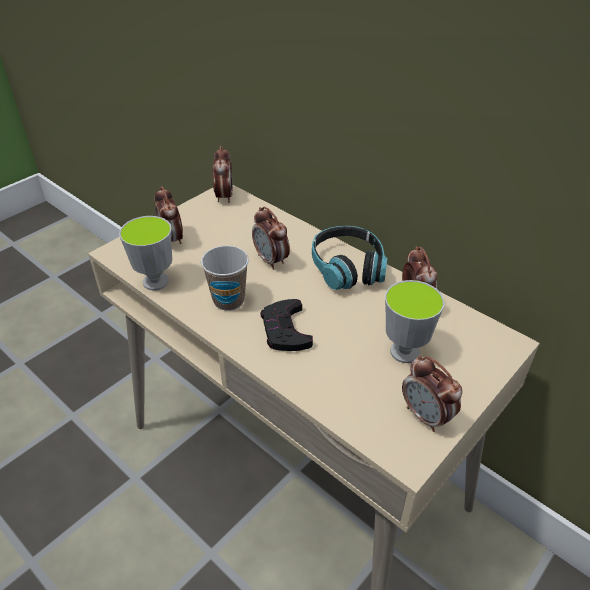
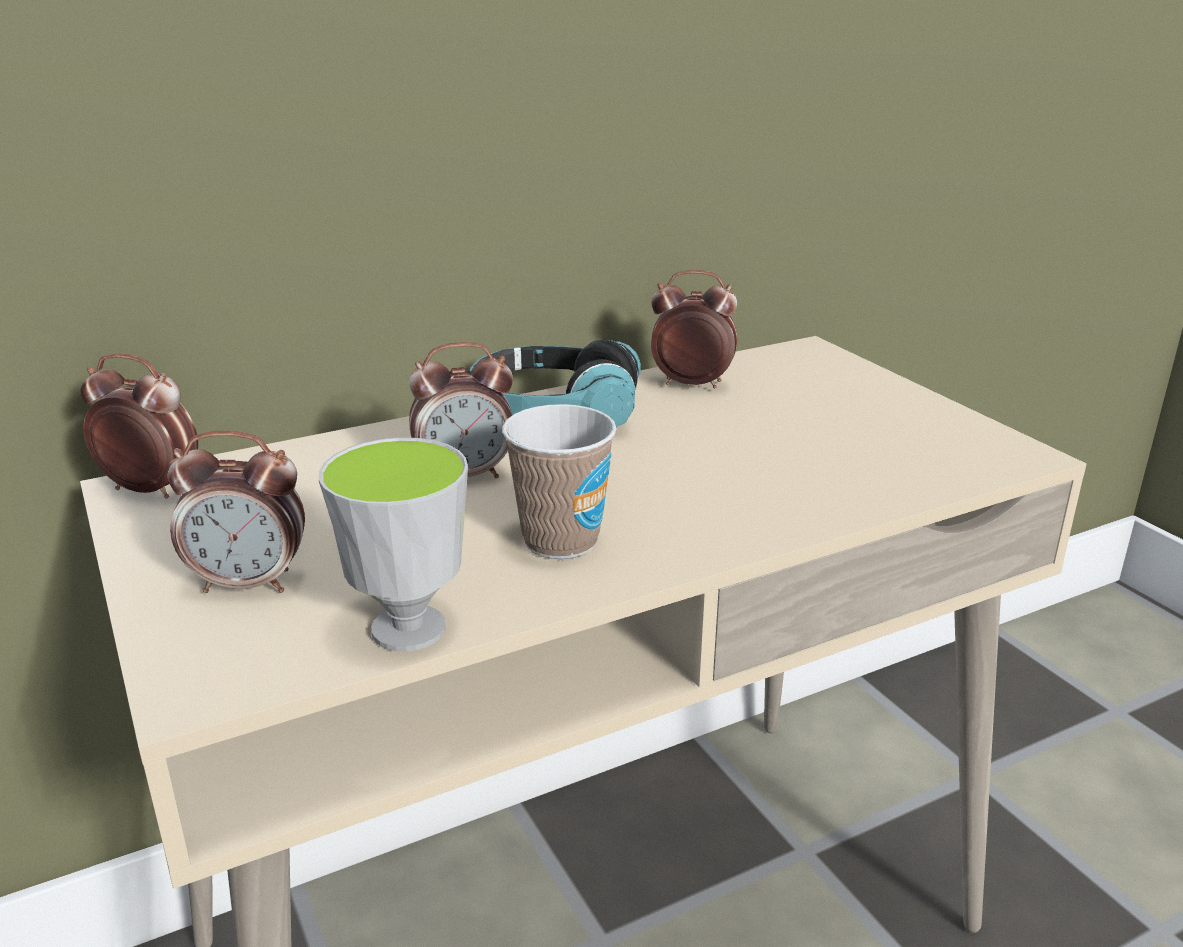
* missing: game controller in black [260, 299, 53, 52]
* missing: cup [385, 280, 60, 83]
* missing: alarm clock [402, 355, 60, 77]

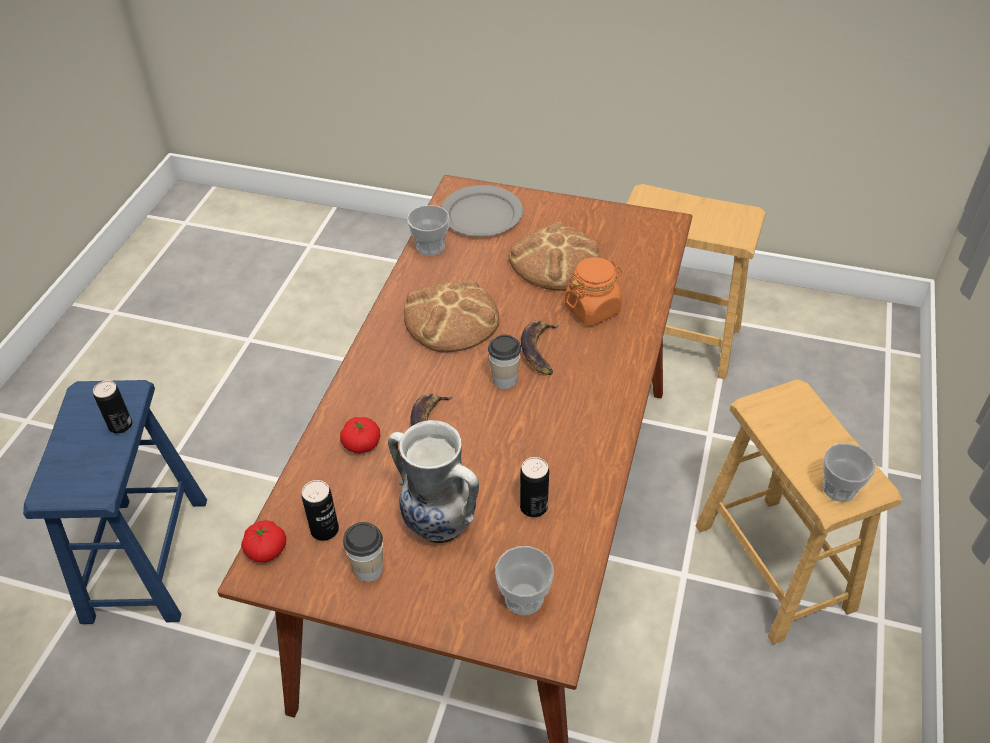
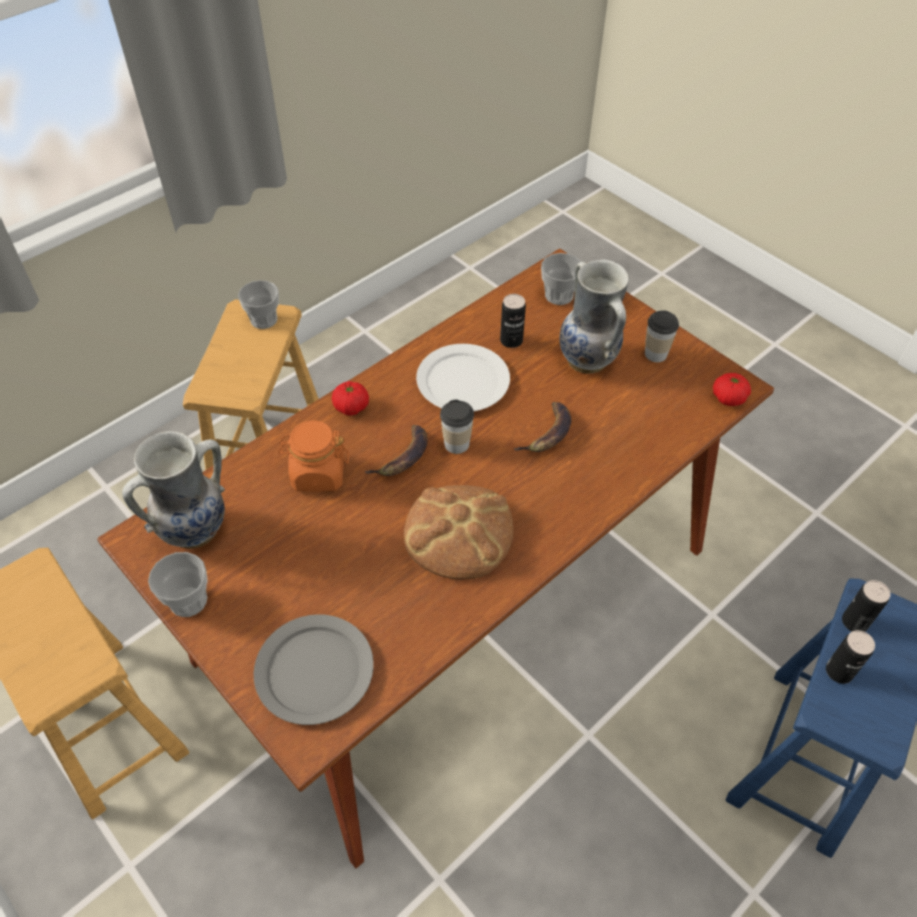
* missing: bread [508, 221, 92, 70]
* appeared: vase [122, 431, 103, 118]
* appeared: plate in white [416, 344, 94, 67]
* relocated: can [302, 480, 37, 61] to [842, 580, 48, 52]
* relocated: tomato [340, 417, 40, 37] to [332, 381, 37, 35]
* relocated: cup [407, 205, 43, 51] to [148, 552, 60, 65]

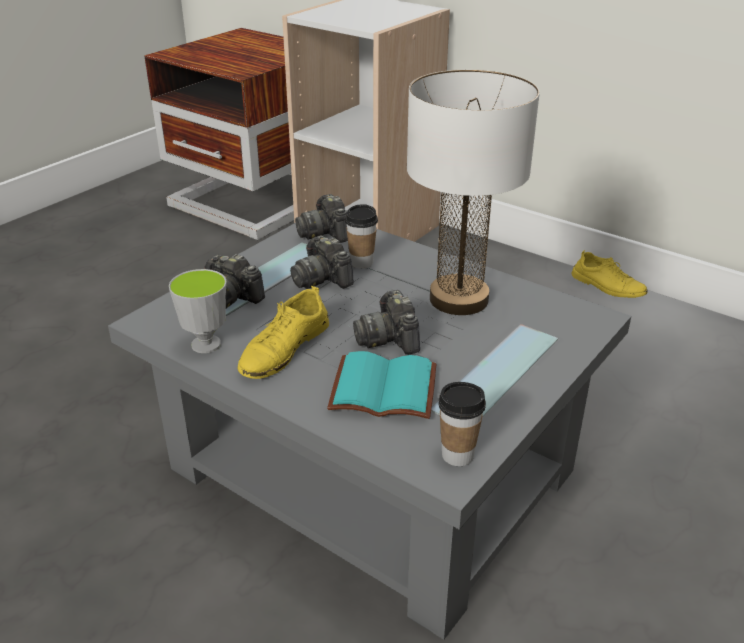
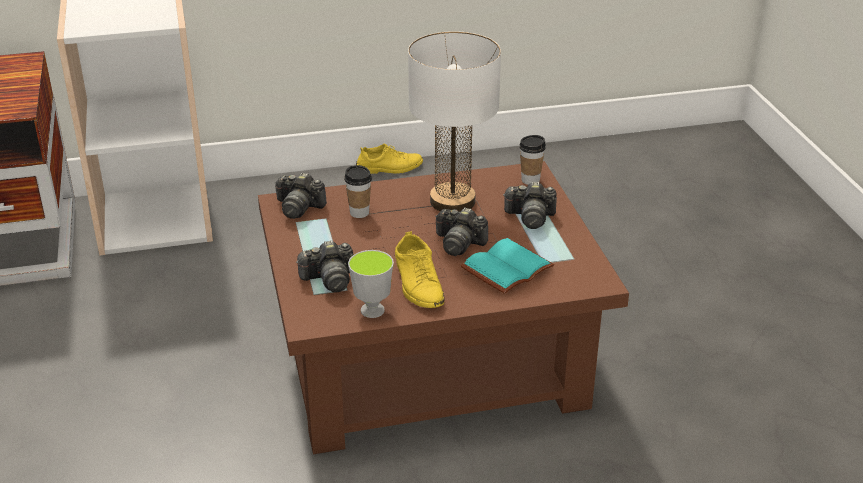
* relocated: photo camera [290, 235, 64, 54] to [503, 182, 54, 47]
* relocated: cup [438, 382, 48, 84] to [519, 135, 27, 50]
* colour: coffee table in grey [108, 223, 523, 417] to coffee table in brown [258, 161, 371, 293]

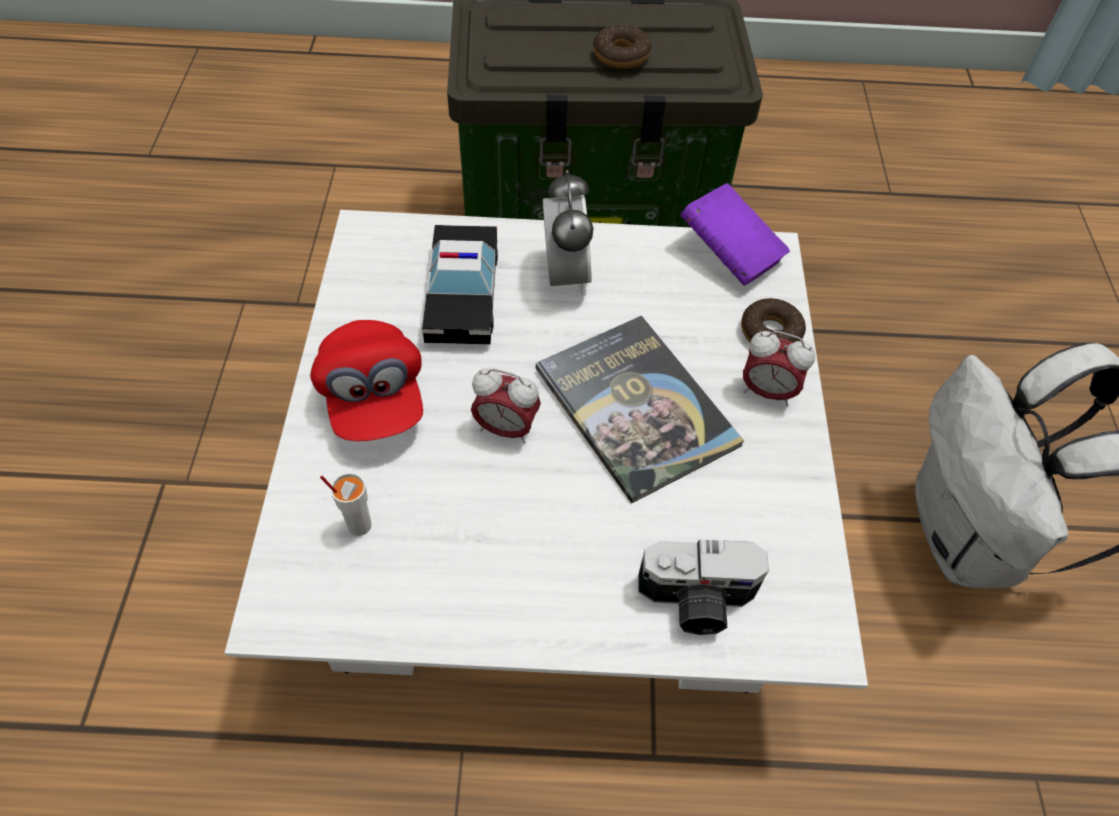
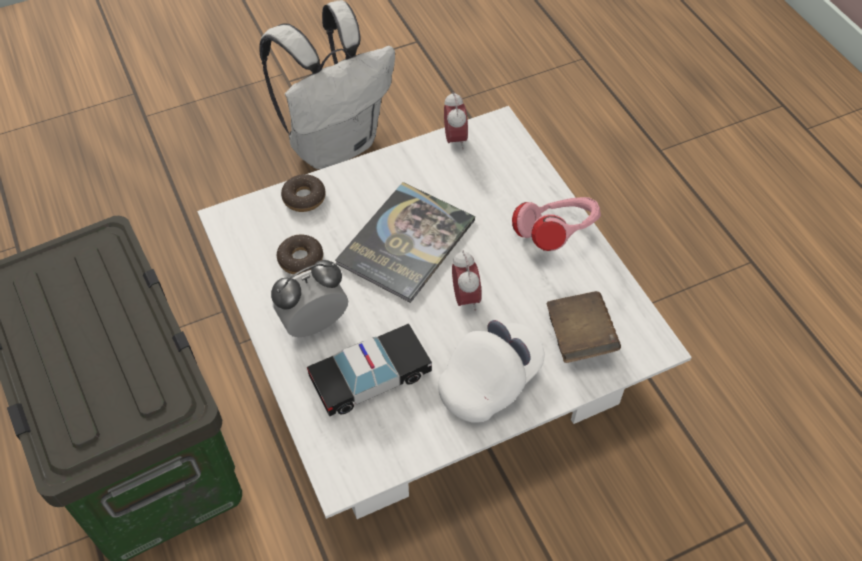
* missing: photo camera [638, 539, 131, 96]
* missing: book in purple [680, 183, 110, 103]
* appeared: headphones in pink [512, 197, 89, 54]
* relocated: donut [593, 24, 58, 45] to [277, 234, 46, 41]
* relocated: alarm clock [743, 331, 72, 75] to [444, 92, 24, 57]
* exchanged: cup in white [320, 473, 52, 63] to book in brown [546, 291, 75, 72]
* colour: cap in red [310, 320, 113, 121] to cap in white [438, 320, 106, 103]

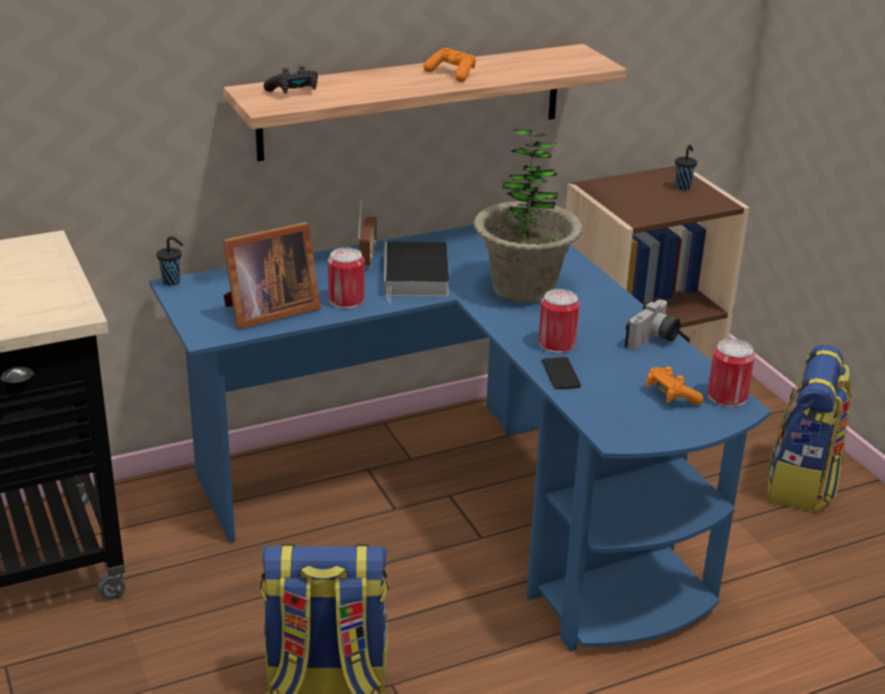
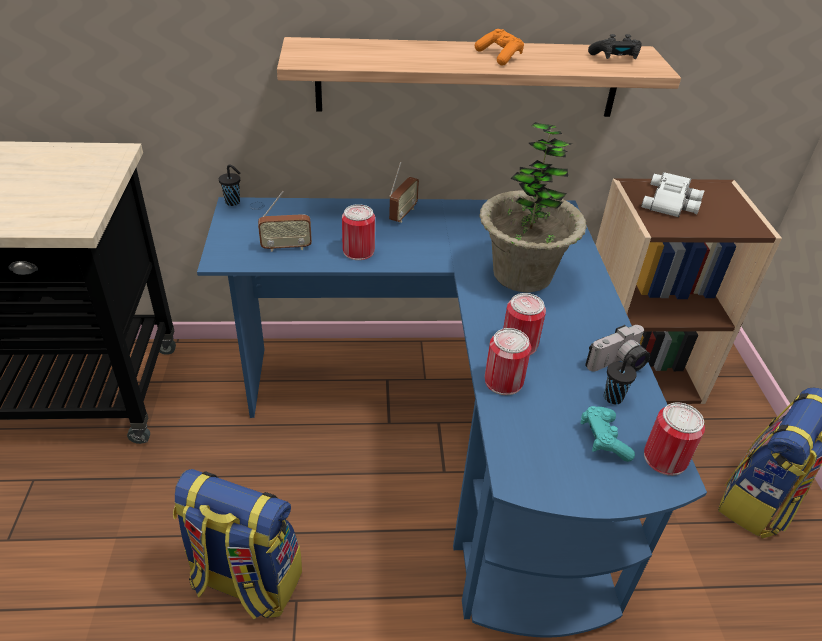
* missing: book [384, 241, 65, 63]
* appeared: binoculars in white [641, 172, 63, 46]
* relocated: game controller in black [264, 66, 54, 28] to [588, 34, 54, 25]
* relocated: cup in black [675, 145, 22, 45] to [604, 354, 33, 50]
* exchanged: picture frame [223, 222, 98, 107] to radio [258, 191, 54, 61]
* exchanged: phone [542, 357, 39, 32] to can [485, 328, 46, 67]
* colour: game controller in orange [646, 366, 58, 39] to game controller in turquoise [580, 406, 55, 56]

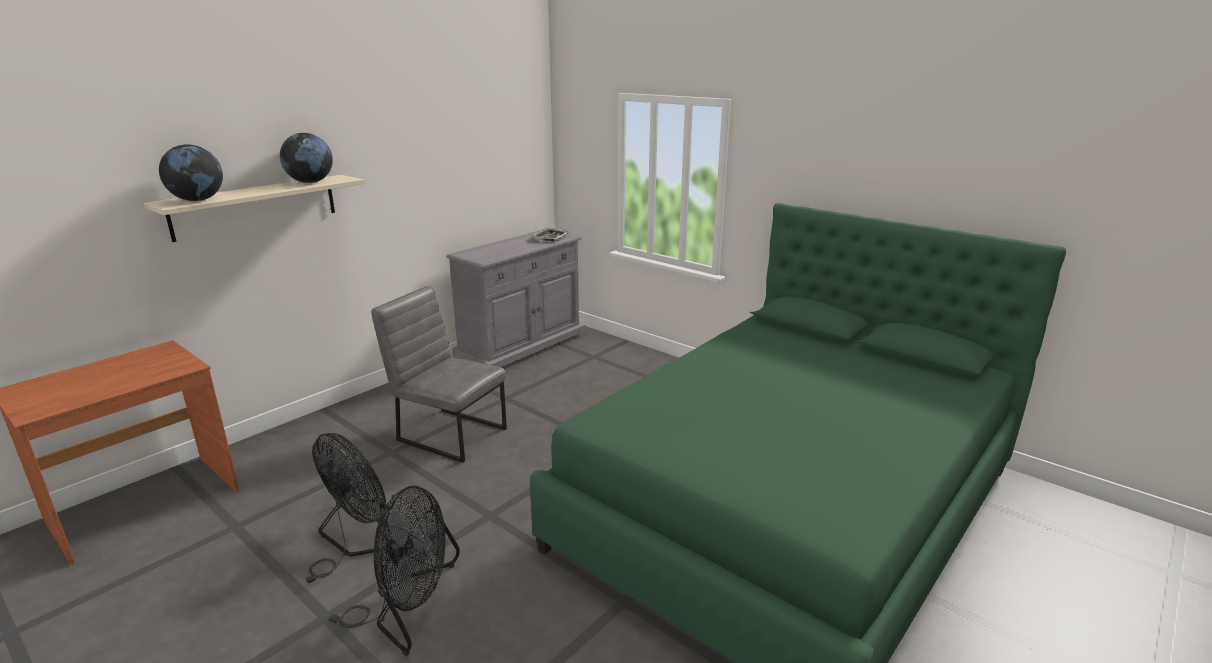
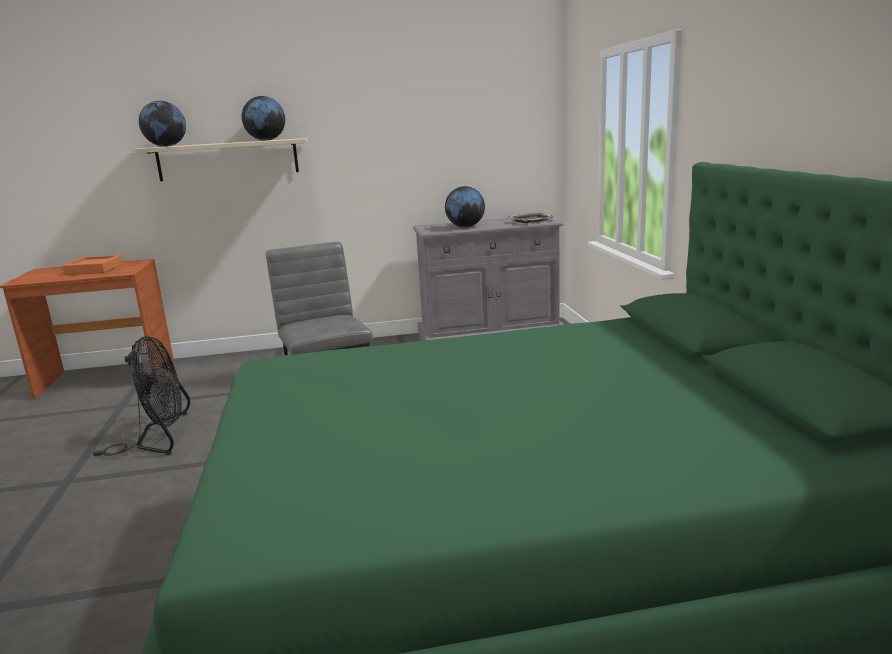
* missing: fan in black [328, 486, 132, 170]
* appeared: tray in orange [62, 255, 61, 20]
* appeared: globe [445, 186, 40, 41]

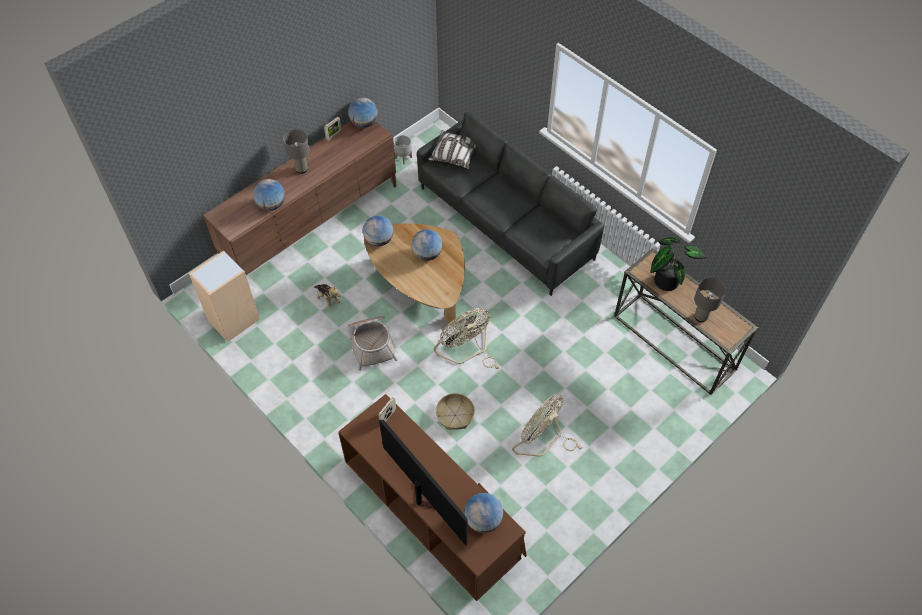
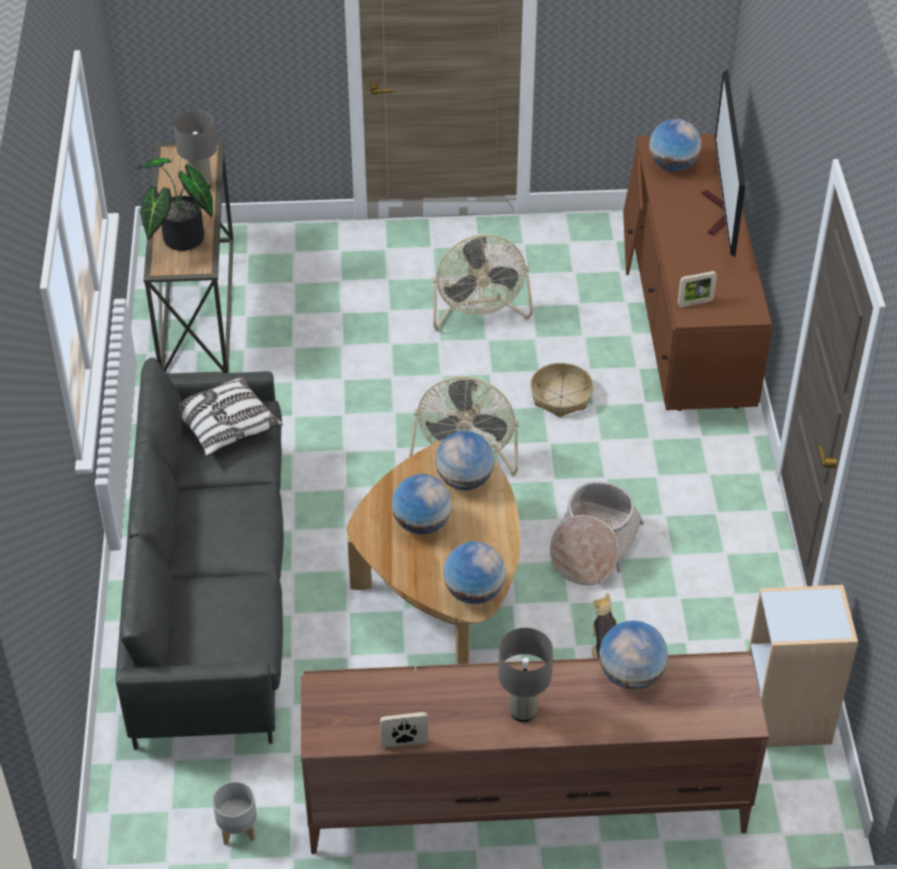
* relocated: globe [348, 98, 30, 30] to [435, 431, 60, 59]
* relocated: pillow [428, 130, 48, 39] to [179, 376, 104, 81]

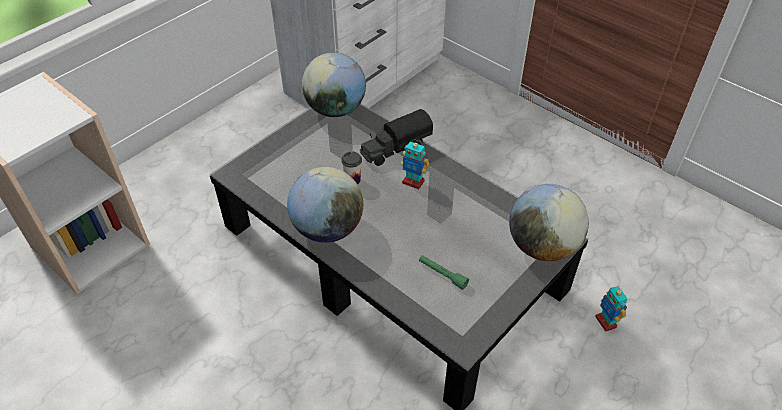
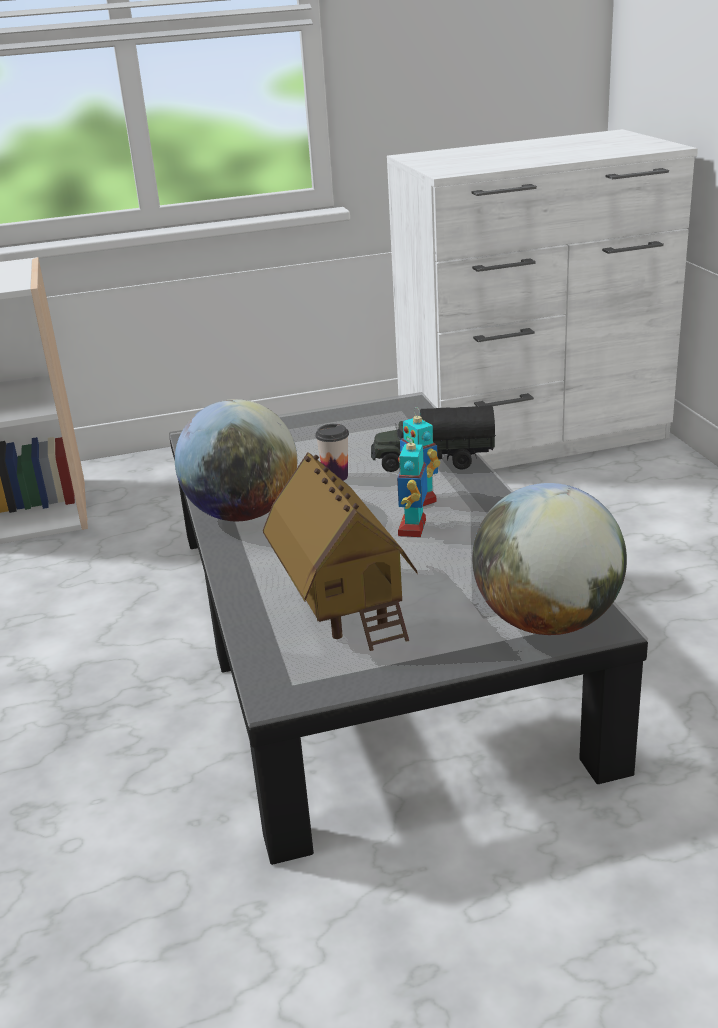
* missing: globe [302, 52, 64, 65]
* relocated: toy robot [595, 286, 33, 46] to [397, 433, 31, 104]
* exchanged: flashlight in green [419, 255, 50, 35] to toy house [263, 452, 154, 199]

